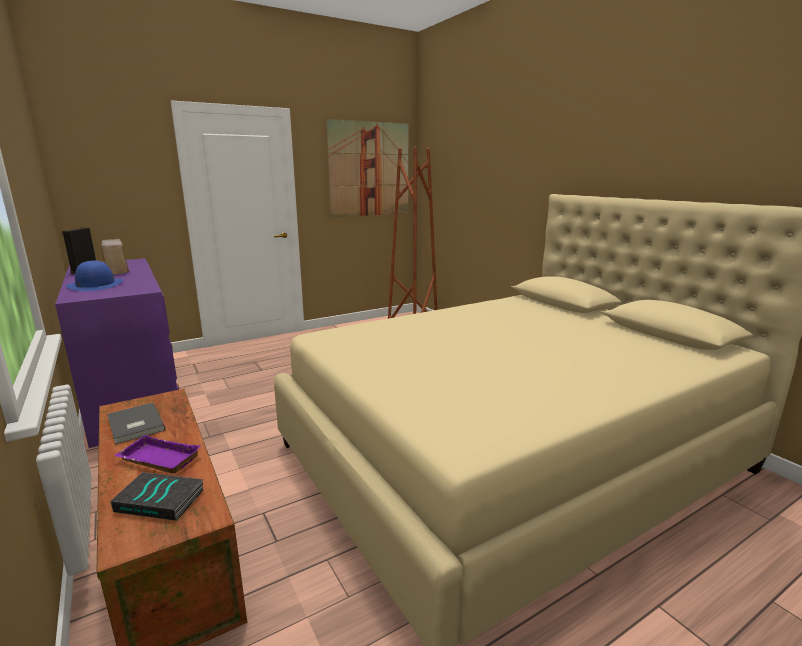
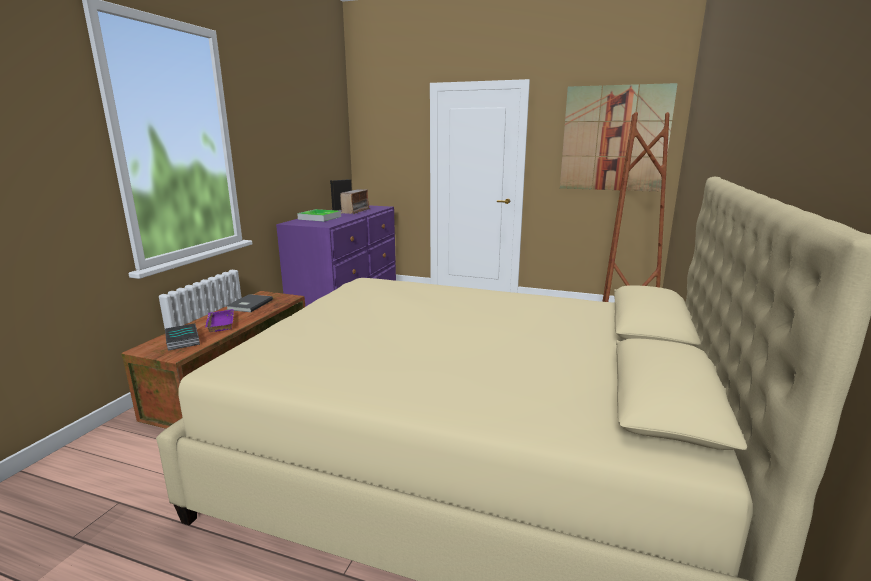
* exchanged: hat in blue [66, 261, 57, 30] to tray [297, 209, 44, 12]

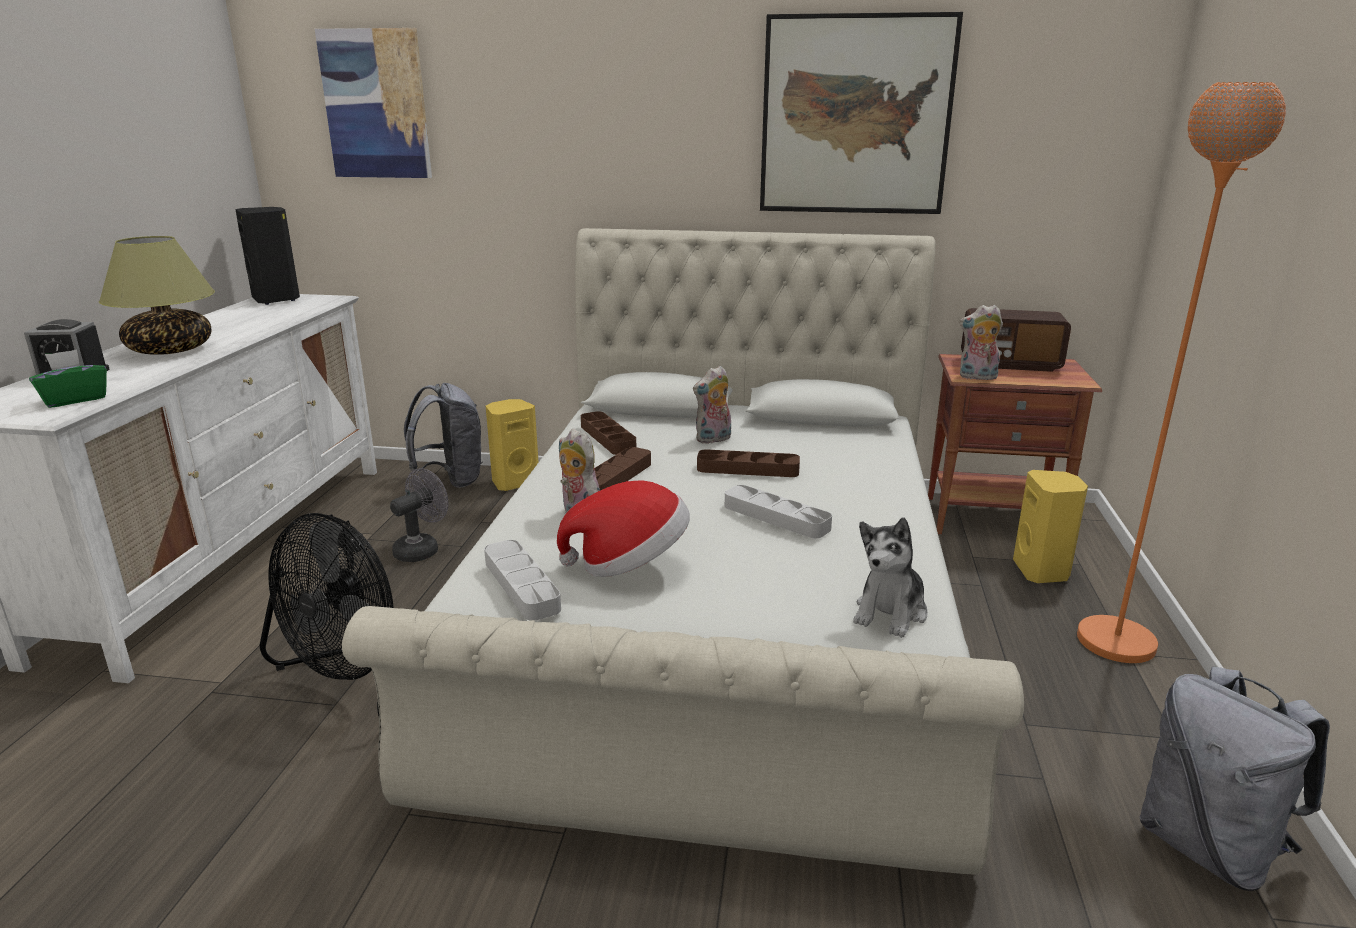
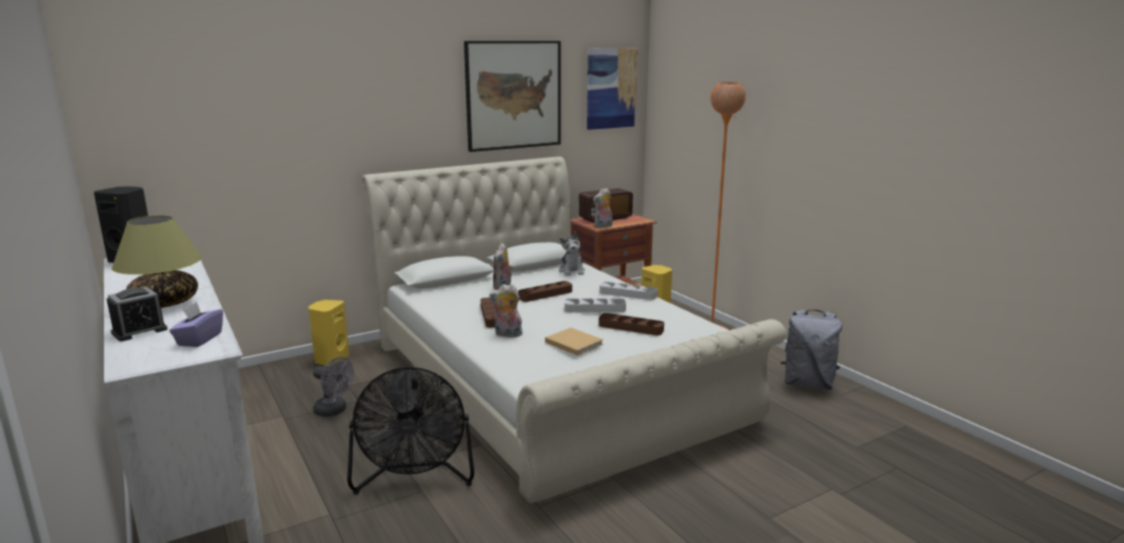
* missing: backpack in grey [404, 383, 79, 105]
* relocated: picture [315, 28, 117, 150] to [587, 48, 51, 82]
* relocated: tray in grey [484, 540, 77, 80] to [600, 282, 58, 18]
* relocated: tray in brown [581, 411, 55, 44] to [599, 313, 65, 23]
* relocated: plush toy [853, 518, 75, 120] to [559, 231, 26, 45]
* exchanged: hat [557, 480, 133, 97] to book in beige [545, 328, 58, 28]
* colour: tissue box in green [29, 349, 78, 59] to tissue box in purple [169, 302, 54, 45]
* spun: fan in grey [390, 468, 58, 94] = [313, 357, 41, 60] 120 degrees clockwise

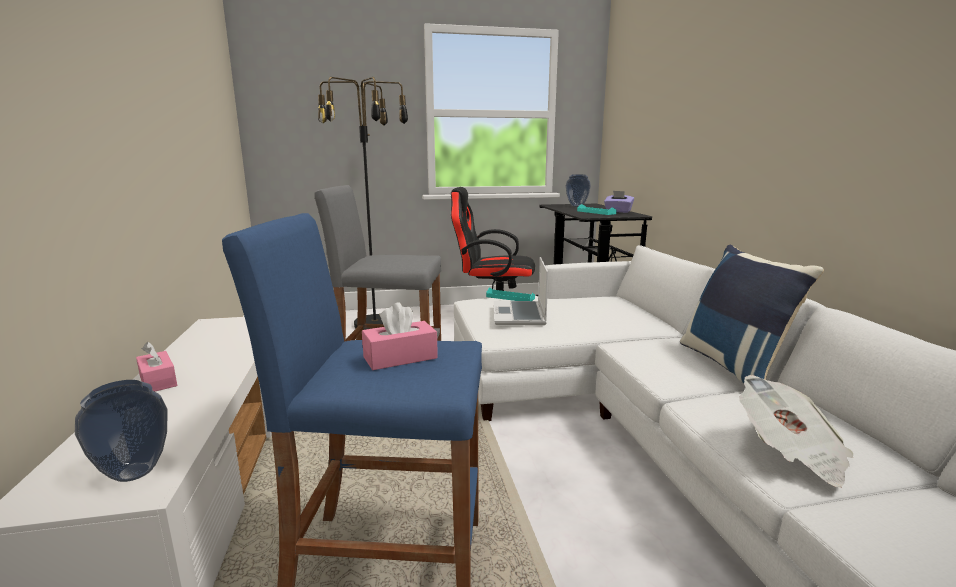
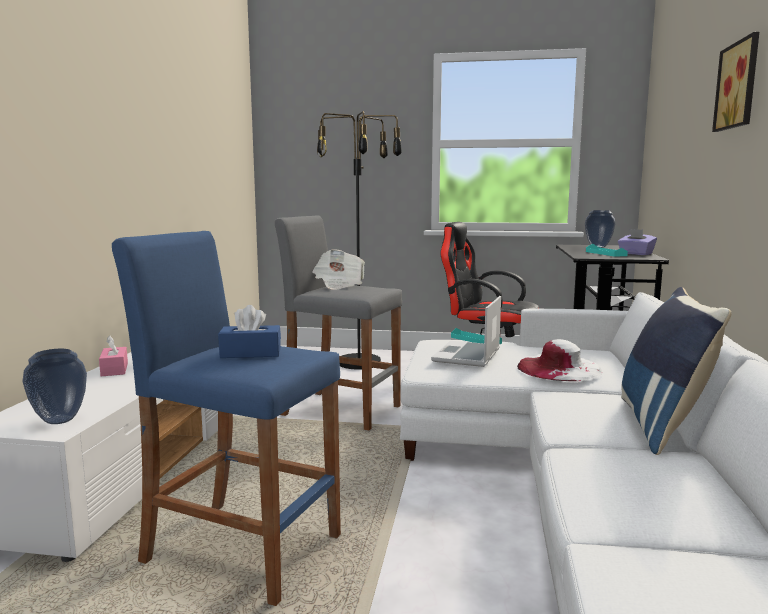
* appeared: hat in white [517, 339, 85, 42]
* appeared: picture [712, 32, 47, 100]
* relocated: newspaper [739, 375, 115, 113] to [312, 249, 53, 41]
* colour: tissue box in pink [362, 302, 76, 68] to tissue box in blue [218, 305, 63, 53]

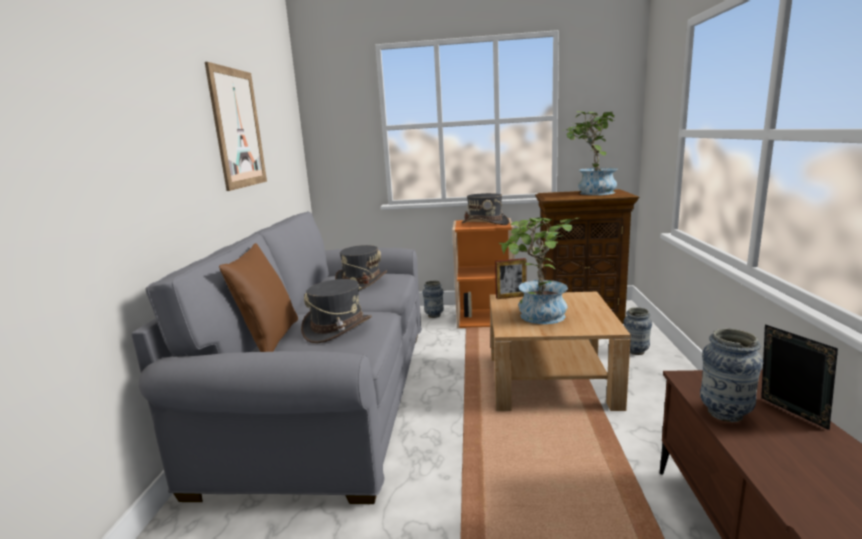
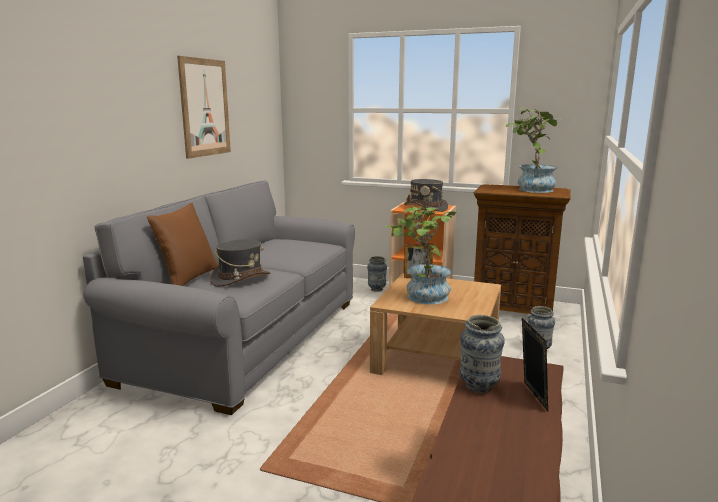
* missing: hat in grey [335, 245, 52, 45]

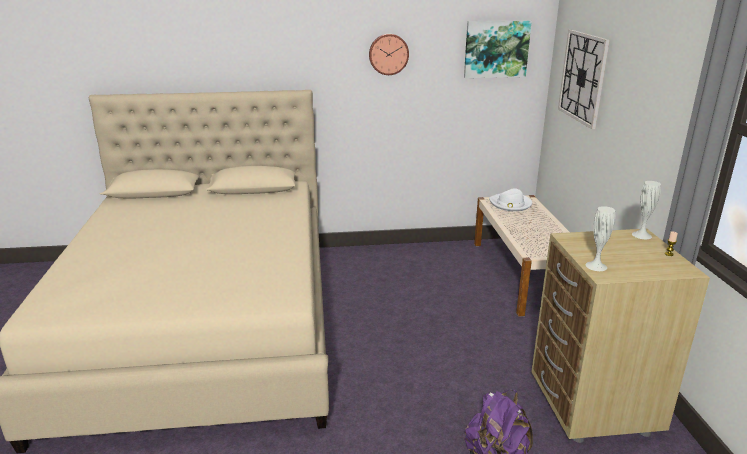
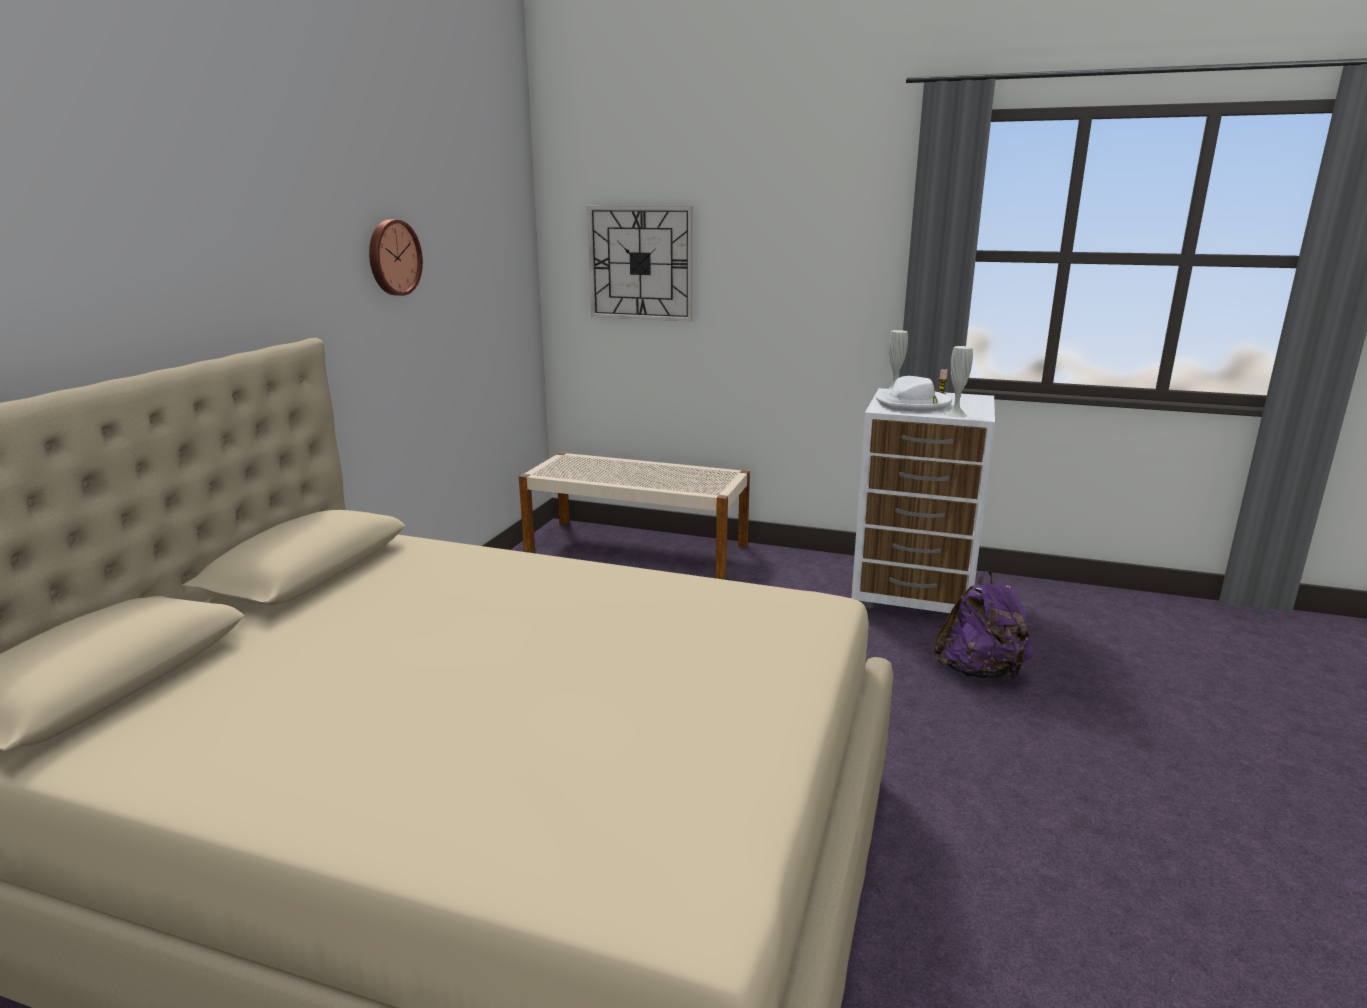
* missing: picture [464, 20, 68, 58]
* relocated: hat in white [489, 189, 43, 22] to [876, 376, 76, 36]
* colour: dresser in brown [531, 229, 179, 214] to dresser in white [851, 388, 144, 225]

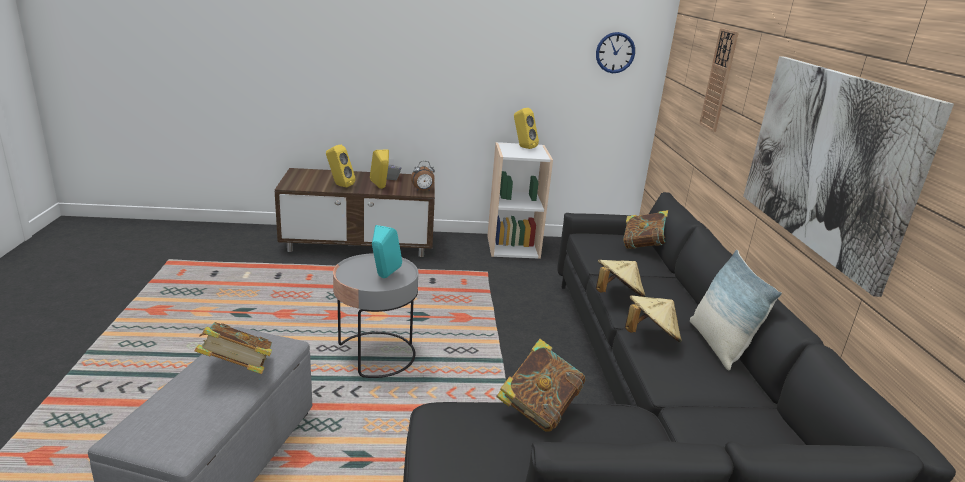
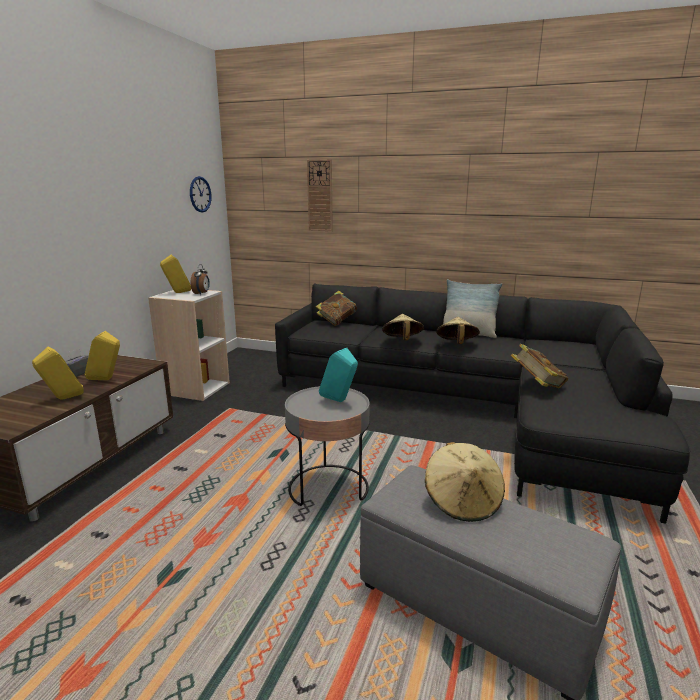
* missing: picture [743, 56, 211, 241]
* relocated: alarm clock [411, 161, 24, 30] to [191, 264, 19, 31]
* exchanged: book [195, 322, 77, 52] to hat in beige [425, 442, 80, 80]

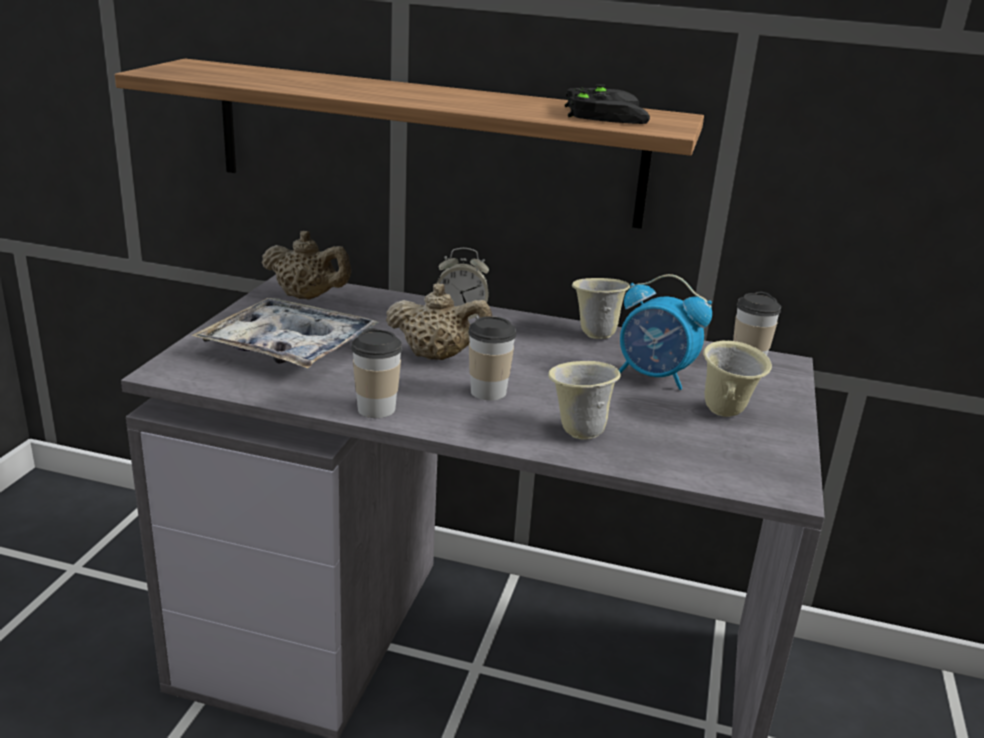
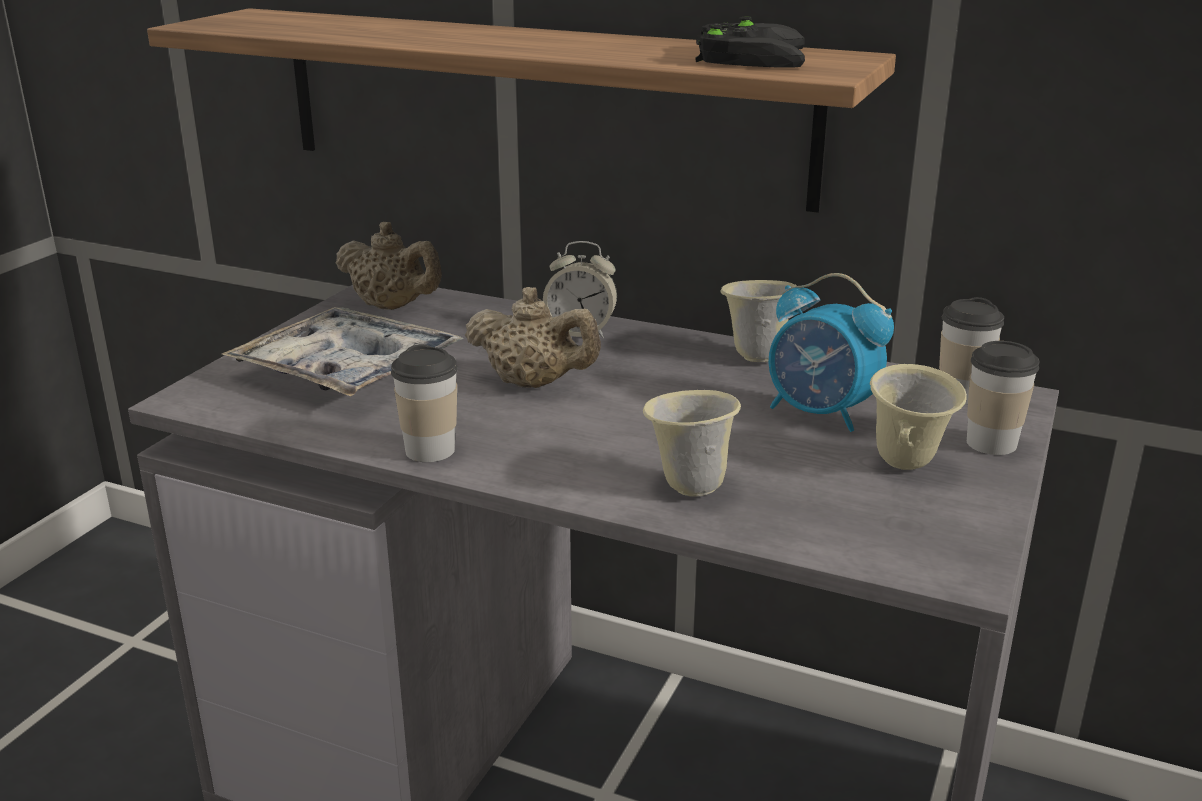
* relocated: cup [468, 316, 48, 84] to [967, 341, 72, 114]

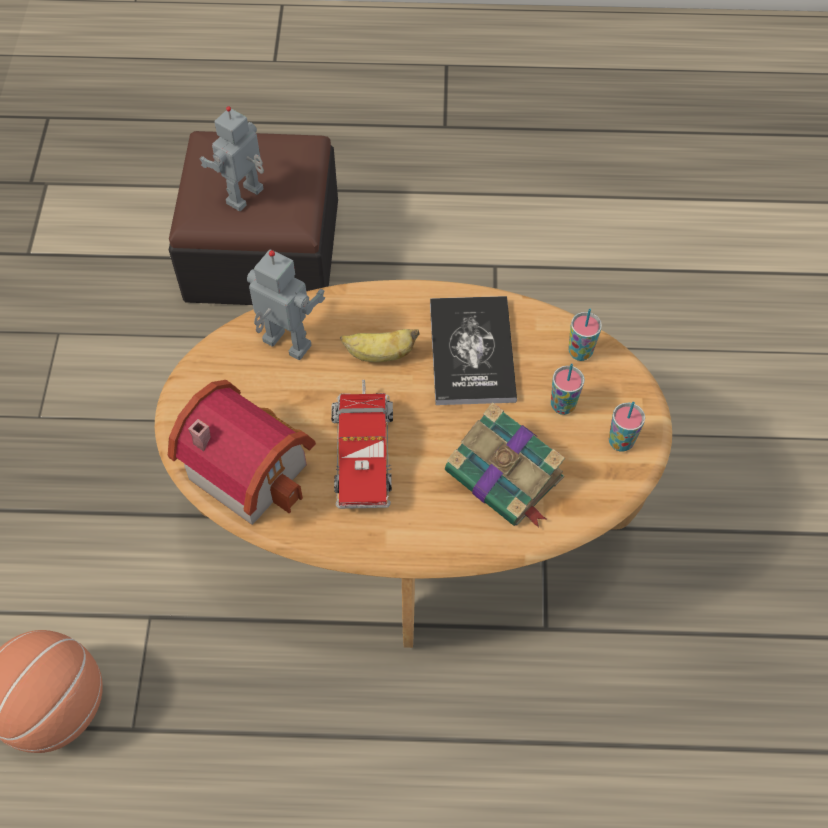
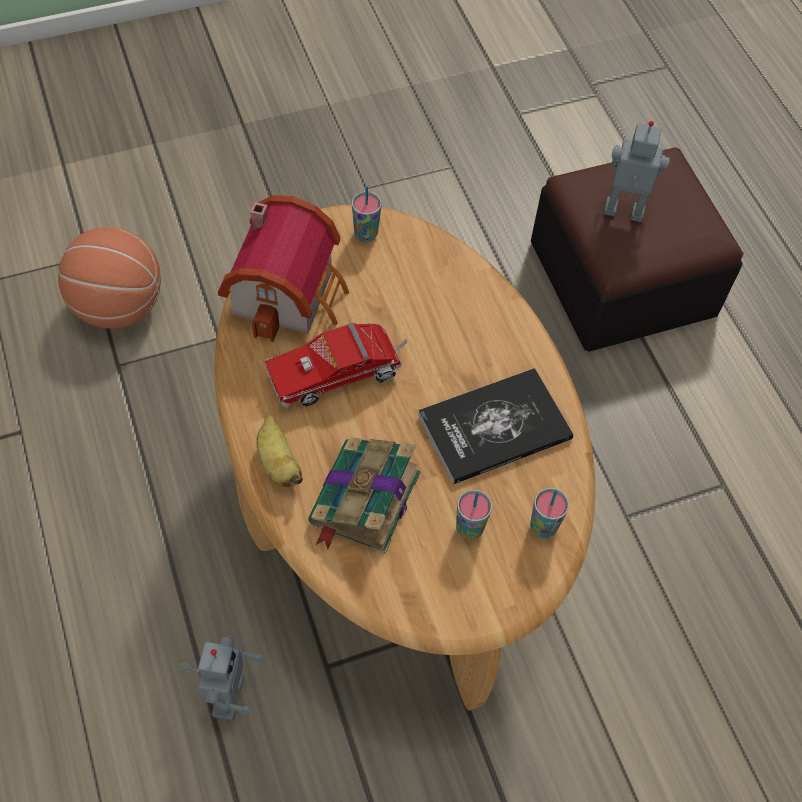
* relocated: toy robot [247, 250, 78, 110] to [180, 637, 83, 84]
* relocated: banana [340, 329, 80, 33] to [256, 414, 47, 73]
* relocated: cup [609, 401, 36, 51] to [352, 186, 30, 56]

